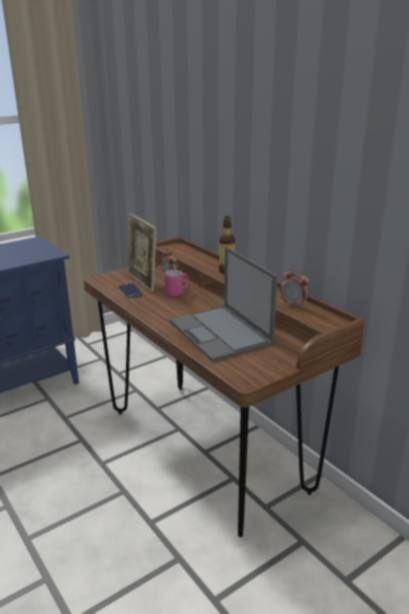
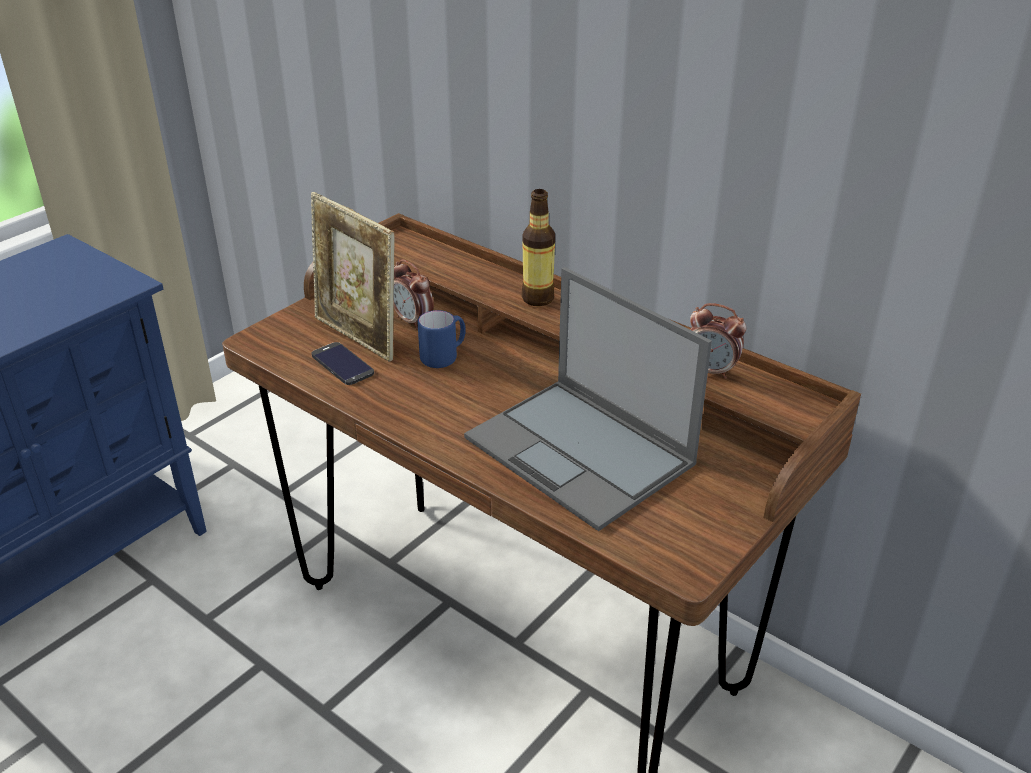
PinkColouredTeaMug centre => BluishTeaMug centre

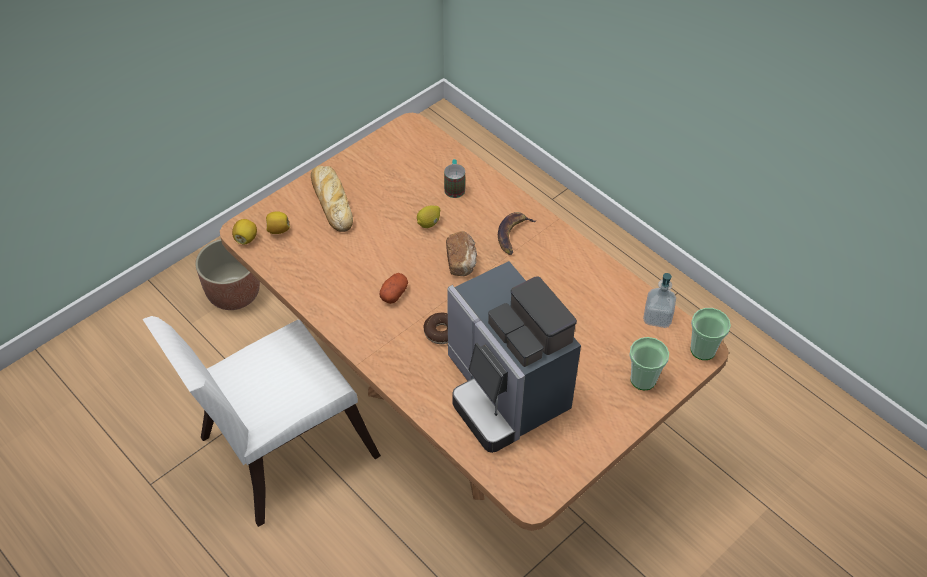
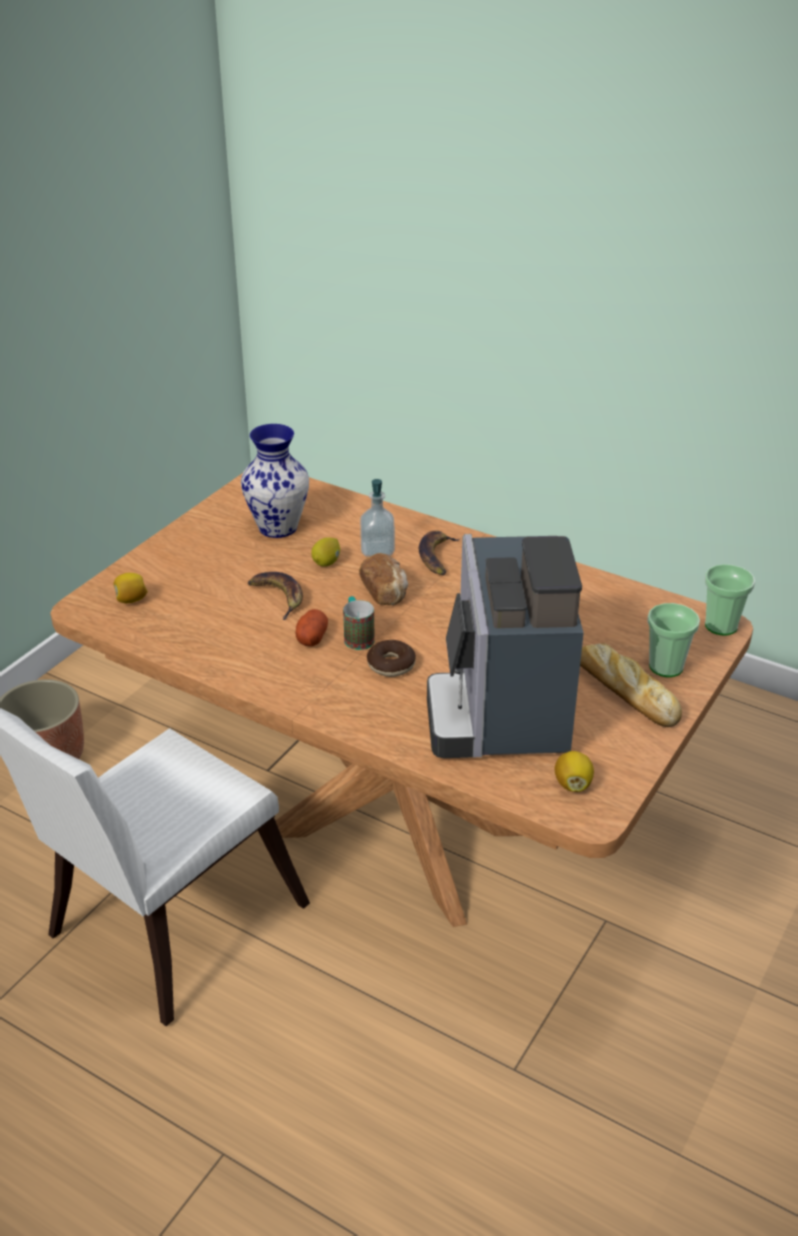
TeaMug top centre => TeaMug centre, relocated
BakeryBread (no. 1 from left in the first image) centre => BakeryBread (no. 2 from left) middle right, relocated
WholeLemon (no. 1 from left in the first image) middle left => WholeLemon (no. 3 from left) middle right, relocated
CoffeeMaker centre, 45 degrees clockwise
LiquidSoapBottle middle right => LiquidSoapBottle centre, relocated
nothing => FlowerVase centre
nothing => Banana (no. 1 from left) centre

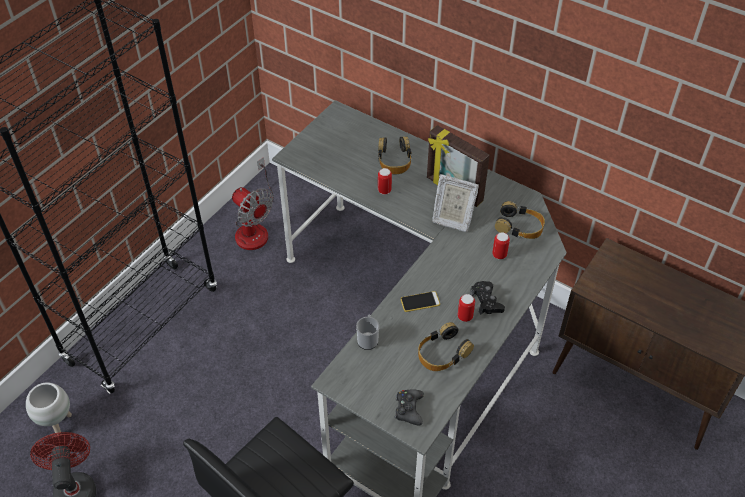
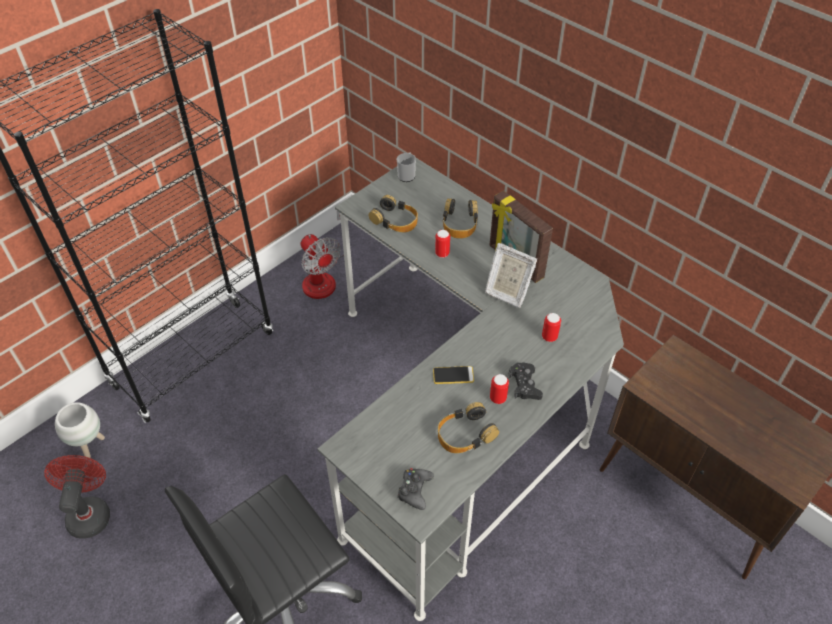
Headphones (no. 3 from left in the first image) middle right => Headphones (no. 1 from left) centre, relocated
TeaMug bottom centre => TeaMug top centre, relocated

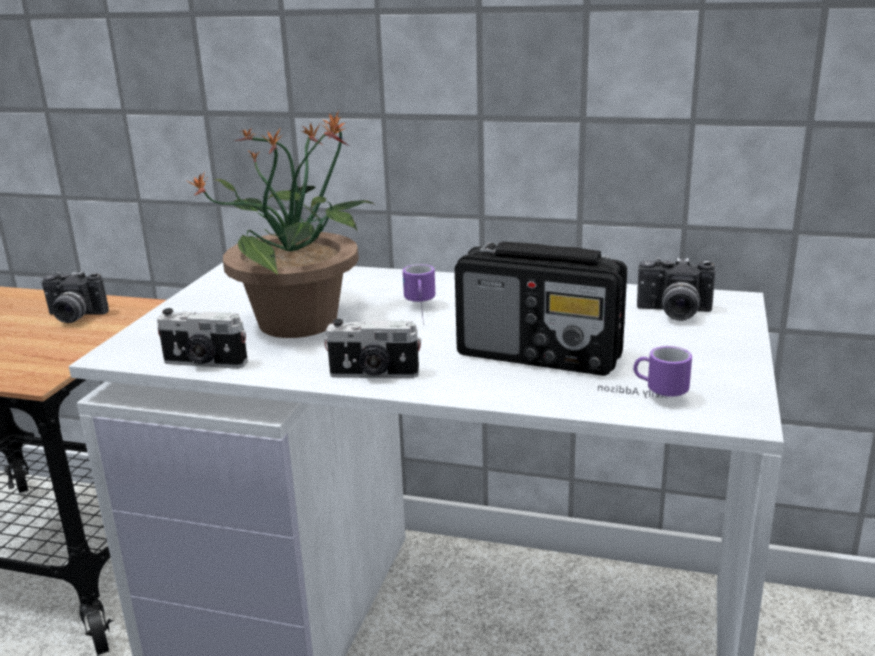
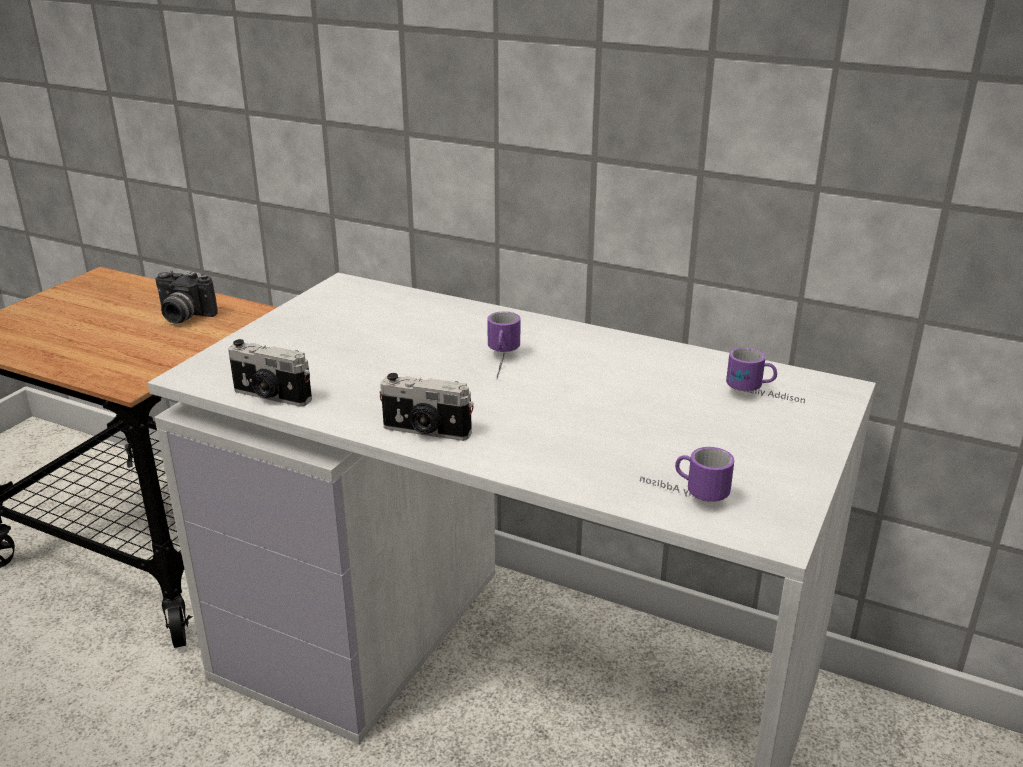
PottedPlant middle left => nothing
Radio centre => nothing
PhotoCamera (no. 4 from left) middle right => TeaMug (no. 3 from left) middle right

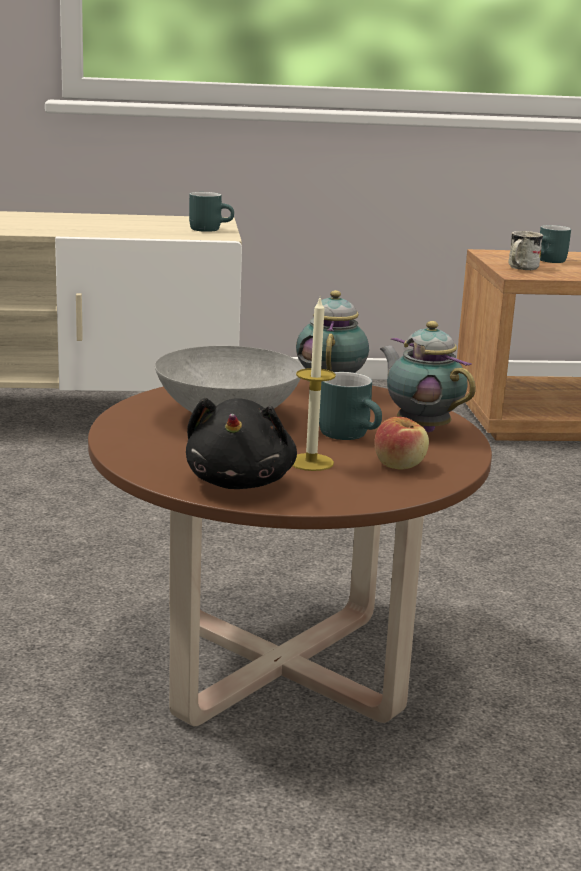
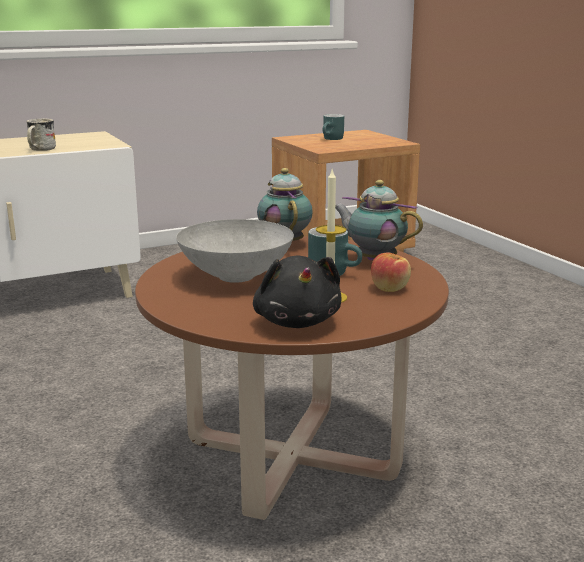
TurquoiseColouredTeaMug (no. 1 from left) top centre => nothing
WhitishTeaMug top right => WhitishTeaMug top left, relocated

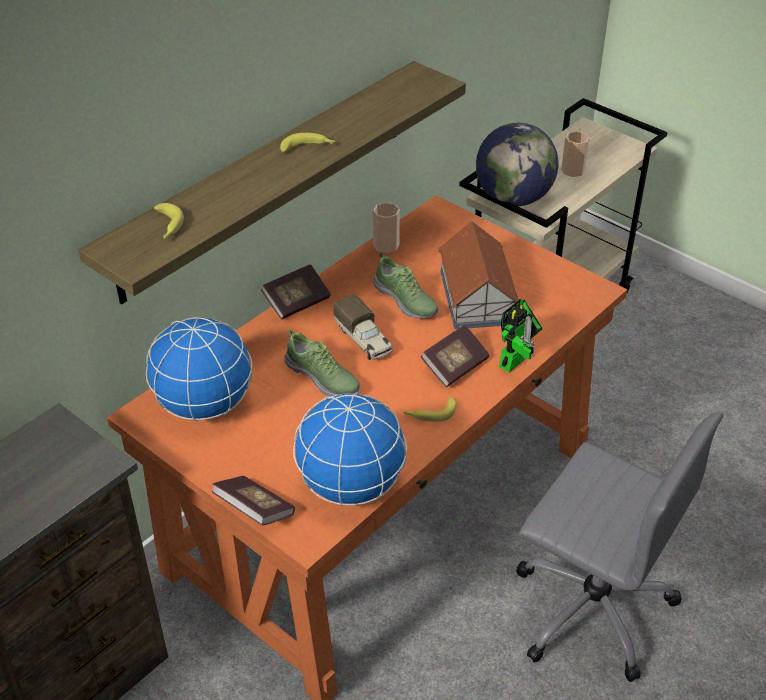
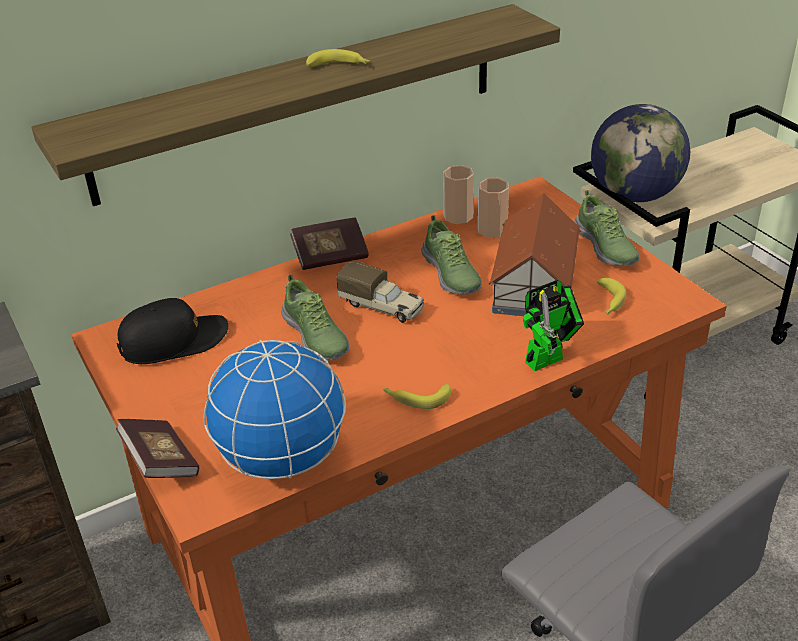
SmallCup (no. 2 from left) top right => SmallCup (no. 2 from left) top centre, relocated
Banana (no. 1 from left in the first image) top left => Banana (no. 3 from left) middle right, relocated
ToyLorry centre, 45 degrees counterclockwise
DeskGlobe (no. 1 from left) middle left => BlackColouredCap middle left
Book (no. 3 from left) centre => nothing
nothing => LowShoe (no. 3 from left) middle right

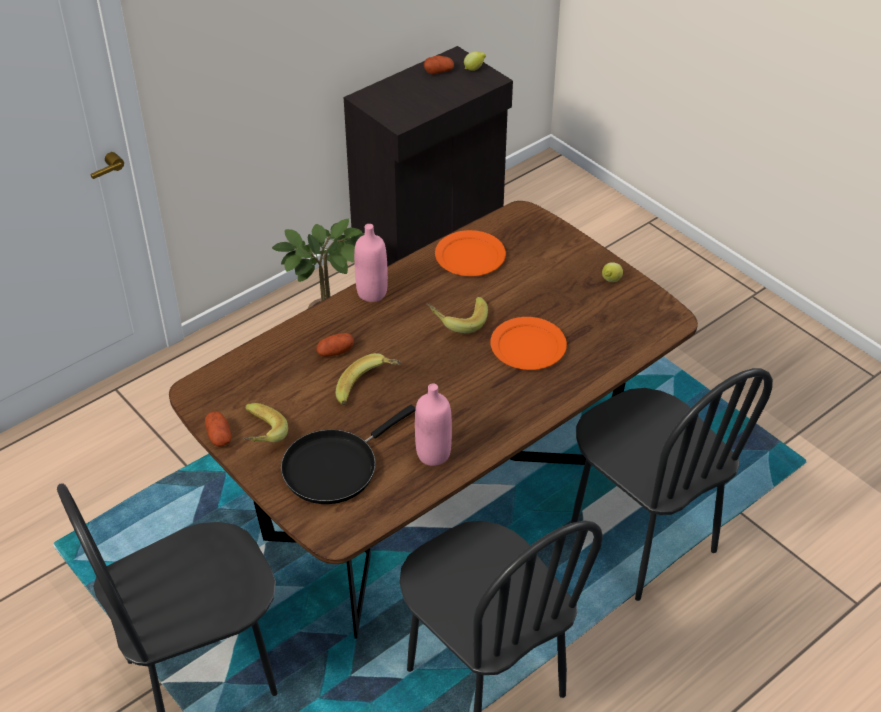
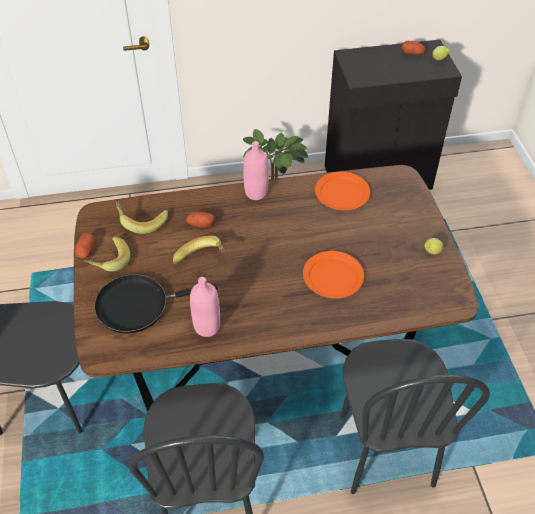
Banana (no. 3 from left in the first image) centre => Banana (no. 2 from left) middle left, relocated

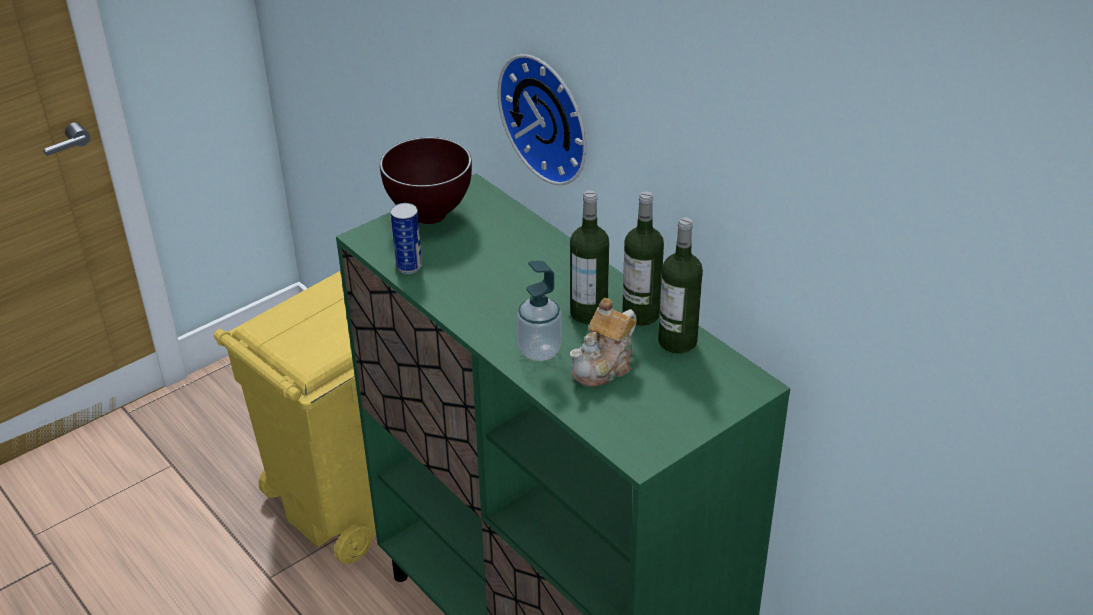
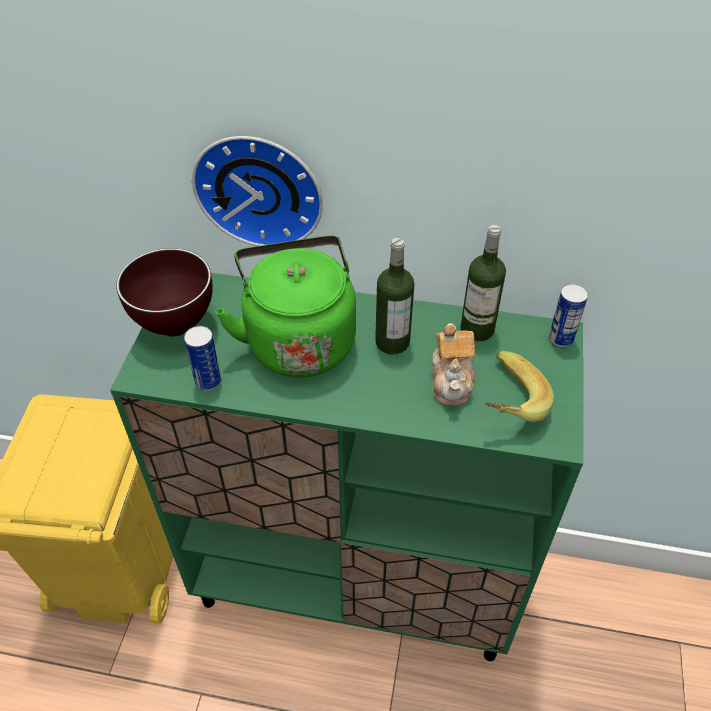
DrinkBottle (no. 2 from left) centre => nothing
LiquidSoapBottle centre => nothing
nothing => GreenishKettle centre
nothing => MetalCan (no. 2 from left) middle right
nothing => Banana middle right

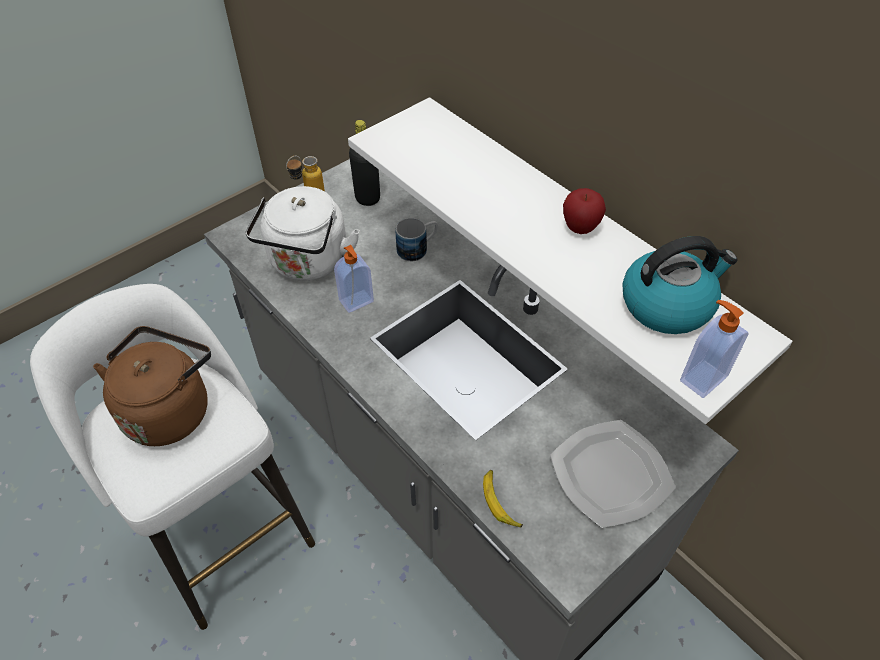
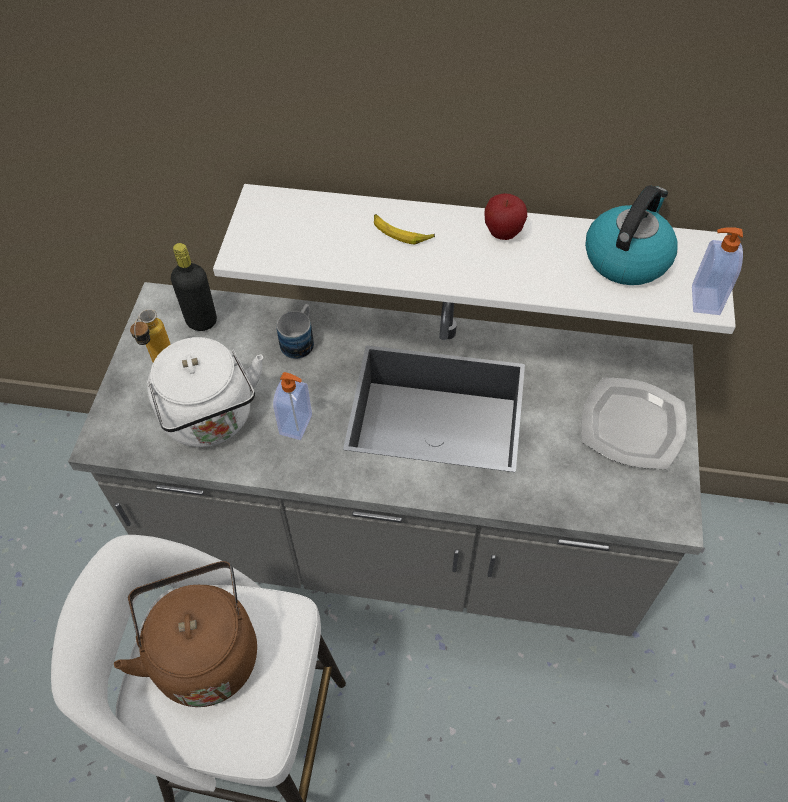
Banana bottom centre => Banana top centre, relocated

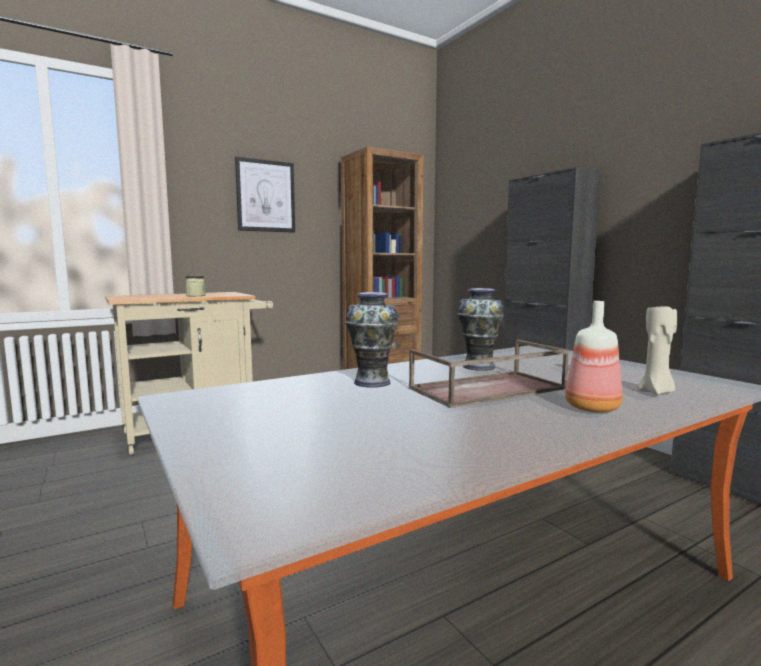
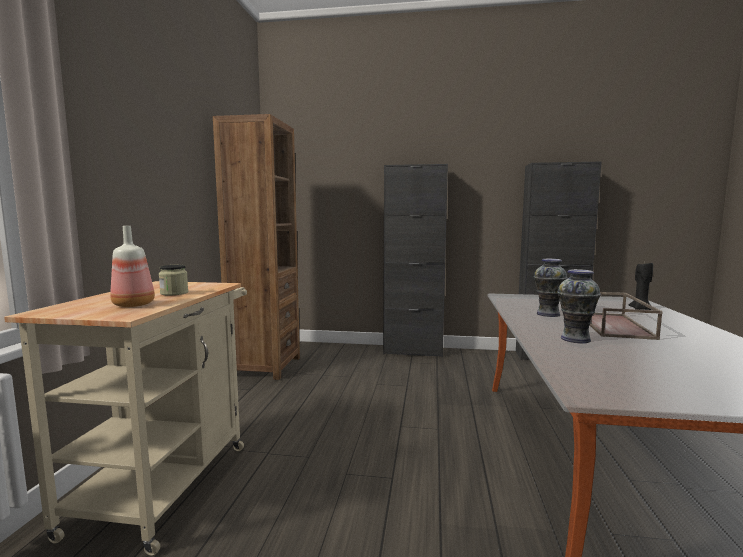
WallArt top centre => nothing
DrinkBottle middle right => DrinkBottle middle left, relocated
BeigeCandle middle right => BlackColouredCandle middle right

